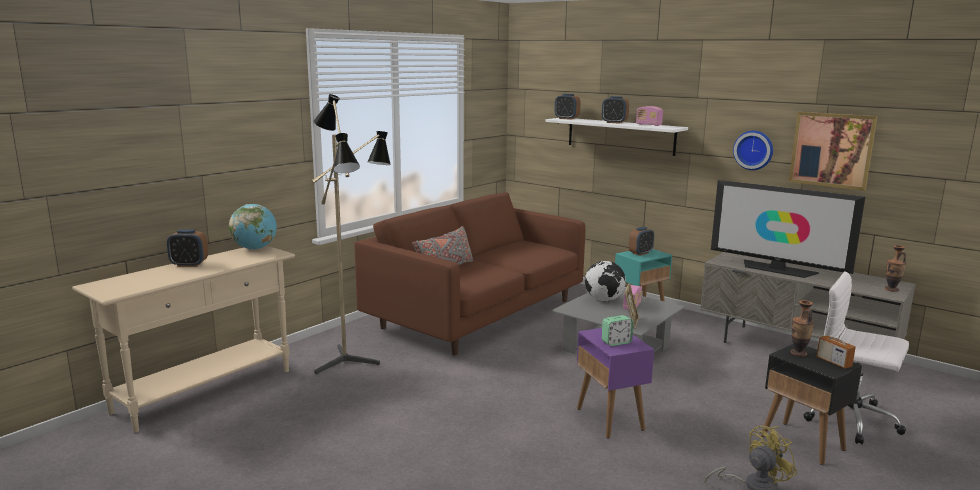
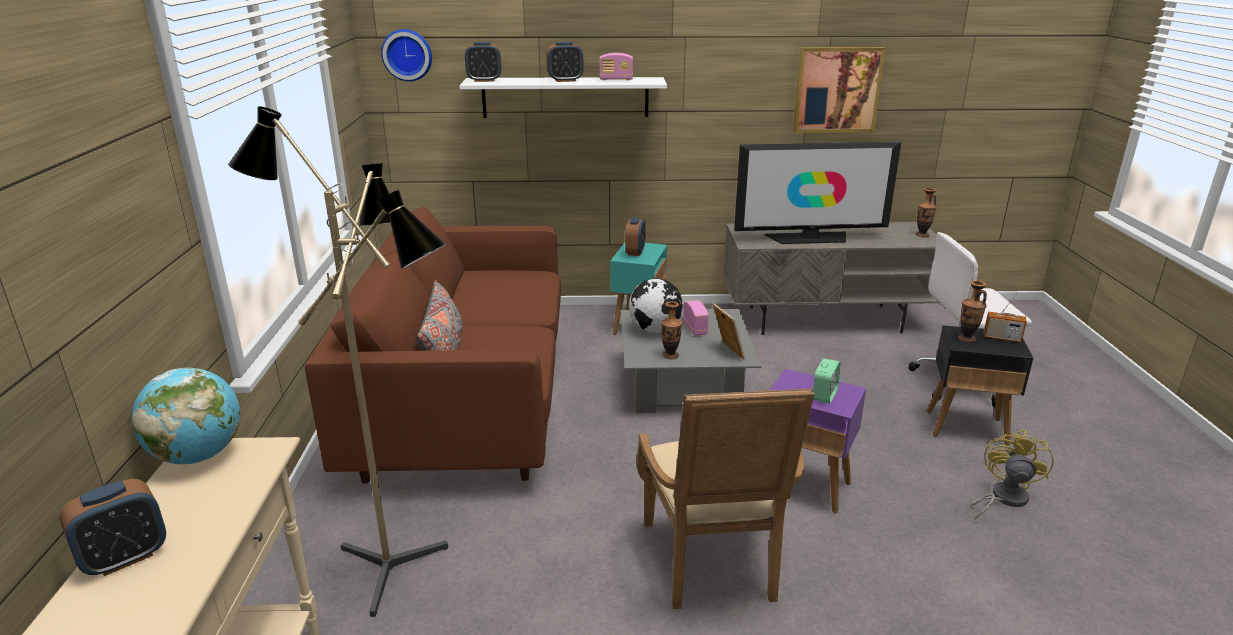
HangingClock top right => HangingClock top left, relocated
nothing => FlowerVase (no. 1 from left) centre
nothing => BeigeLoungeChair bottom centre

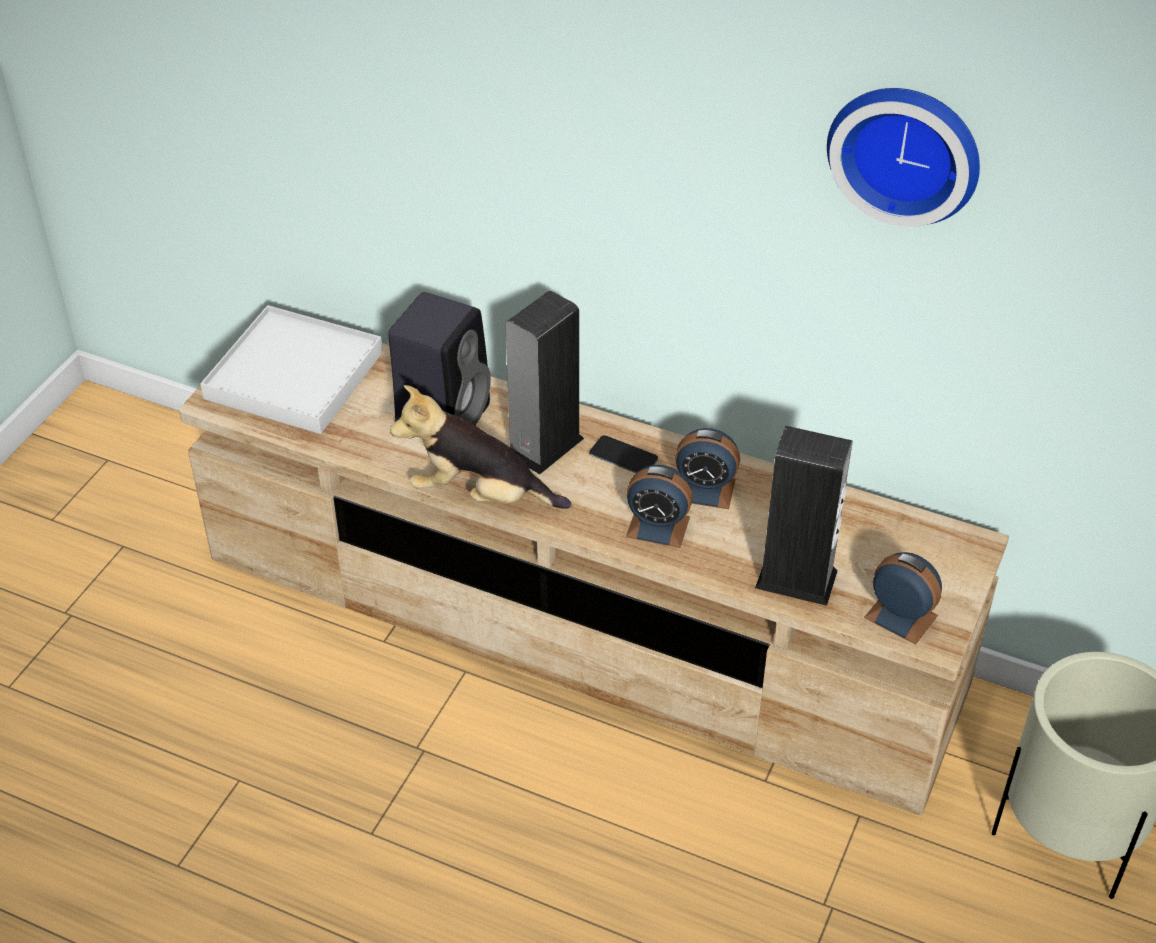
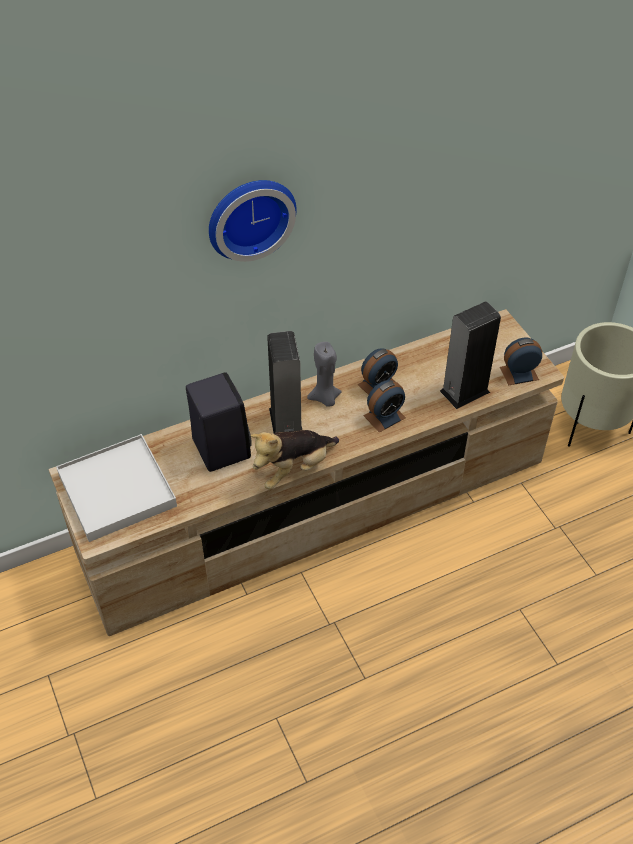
HangingClock top right => HangingClock top centre, relocated
Handset centre => GreyCandle centre

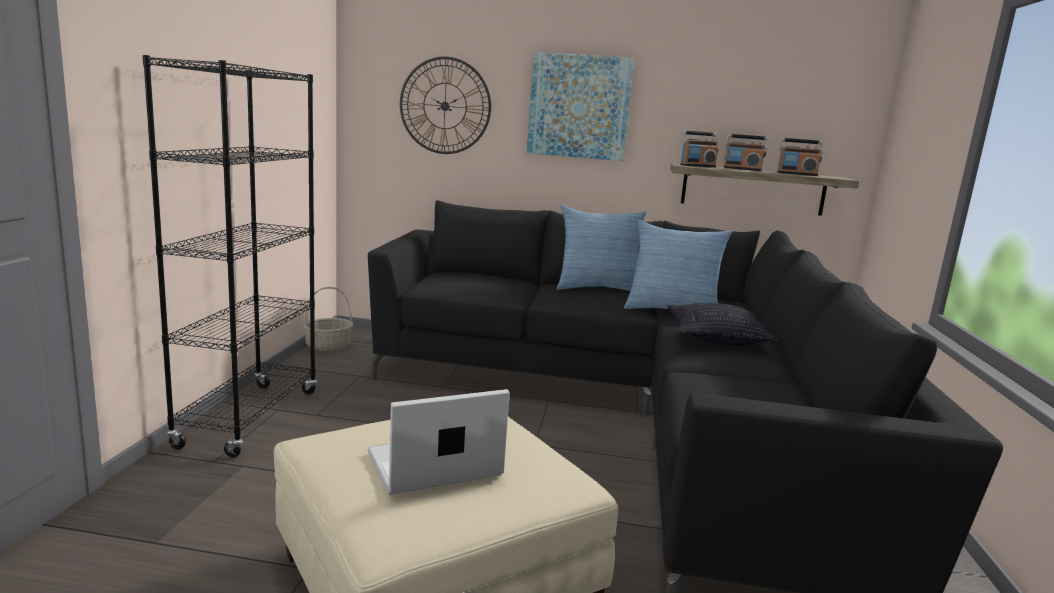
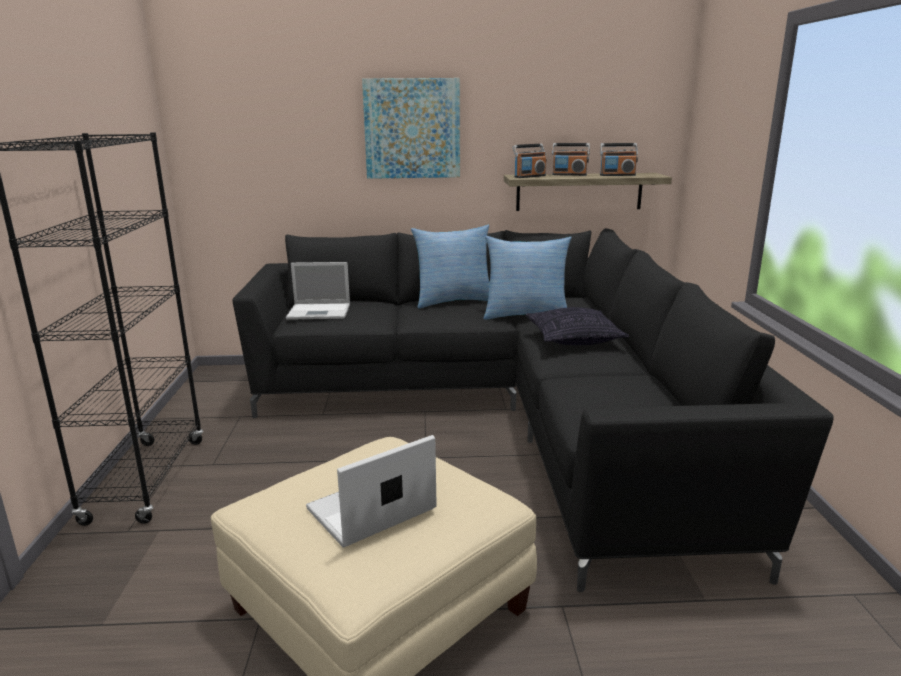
HangingClock top centre => nothing
StorageBasket middle left => nothing
nothing => NotebookComputer (no. 1 from left) centre

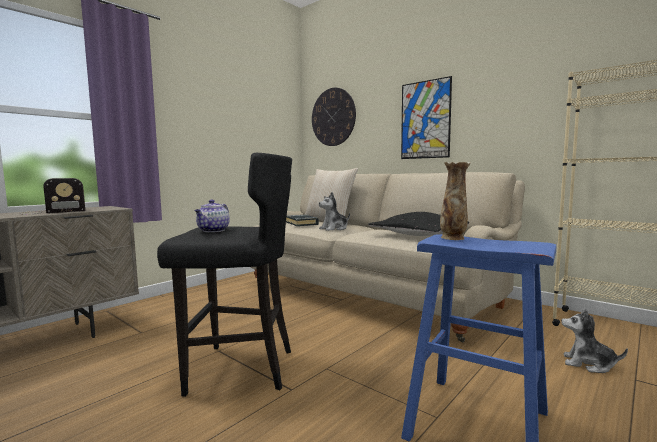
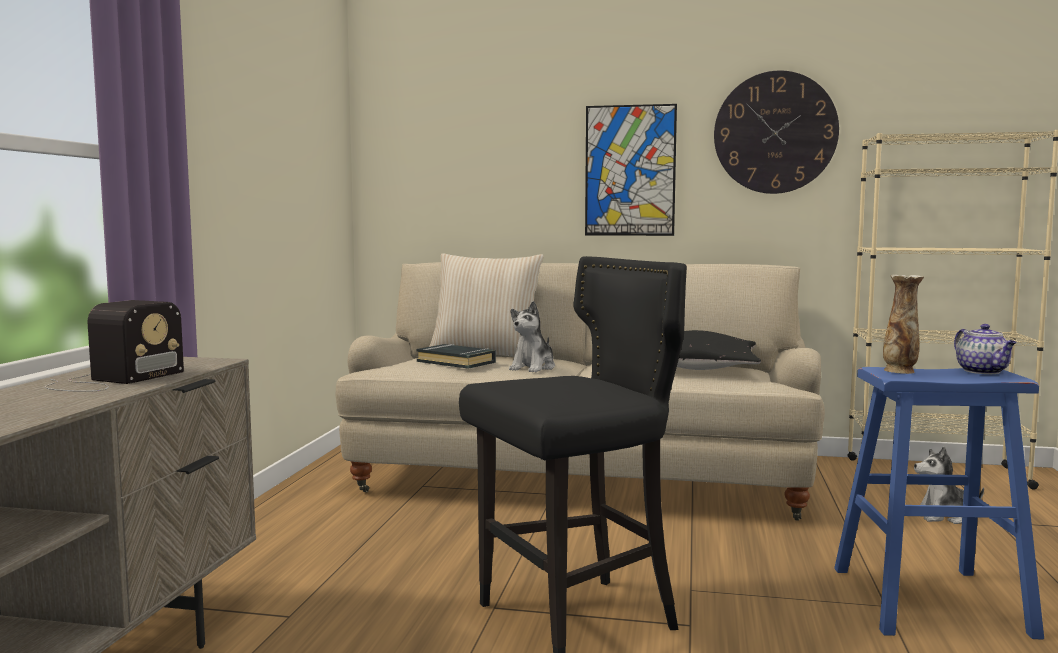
HangingClock top centre => HangingClock top right, relocated
PotForTea middle left => PotForTea middle right, relocated

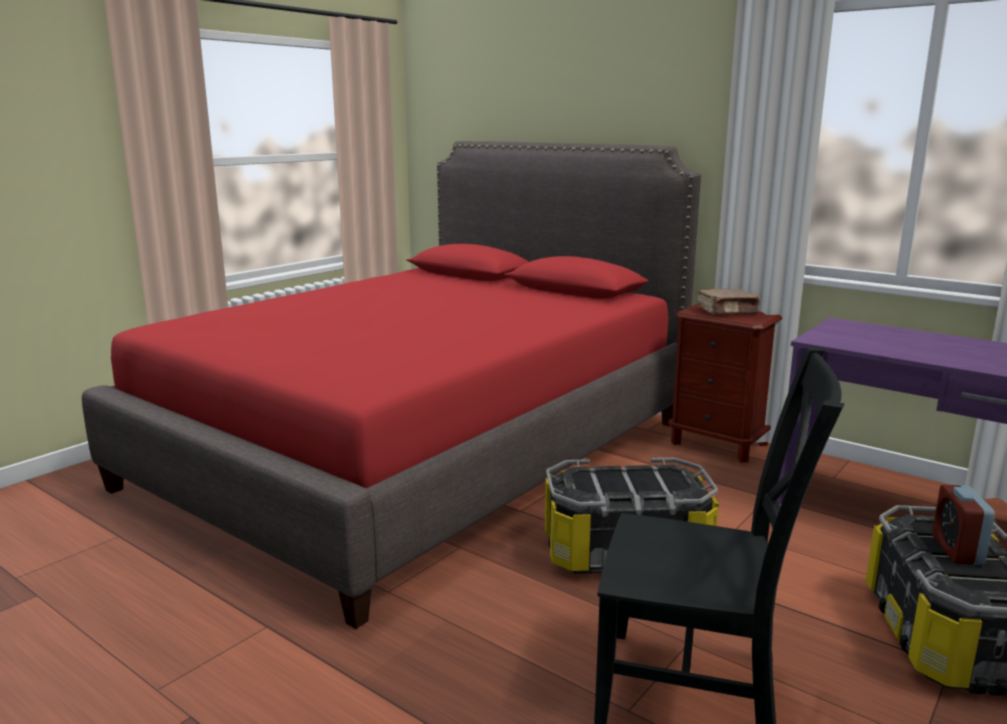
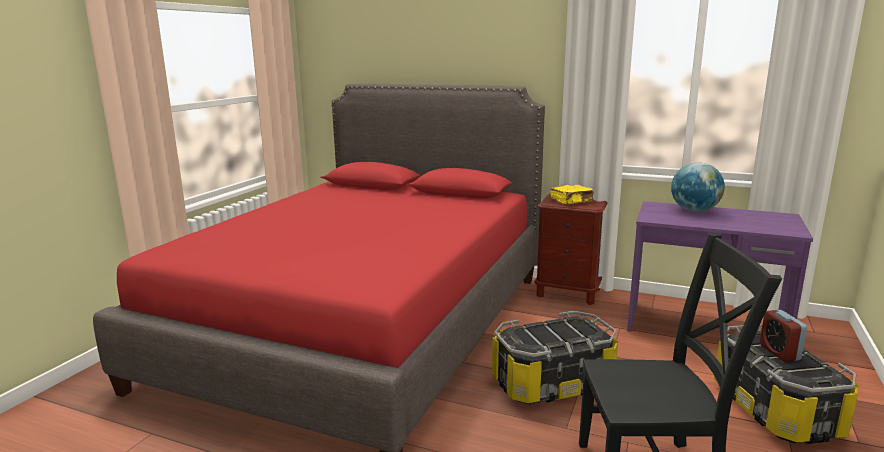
BrownishBook middle right => YellowColouredBook centre
nothing => DeskGlobe middle right

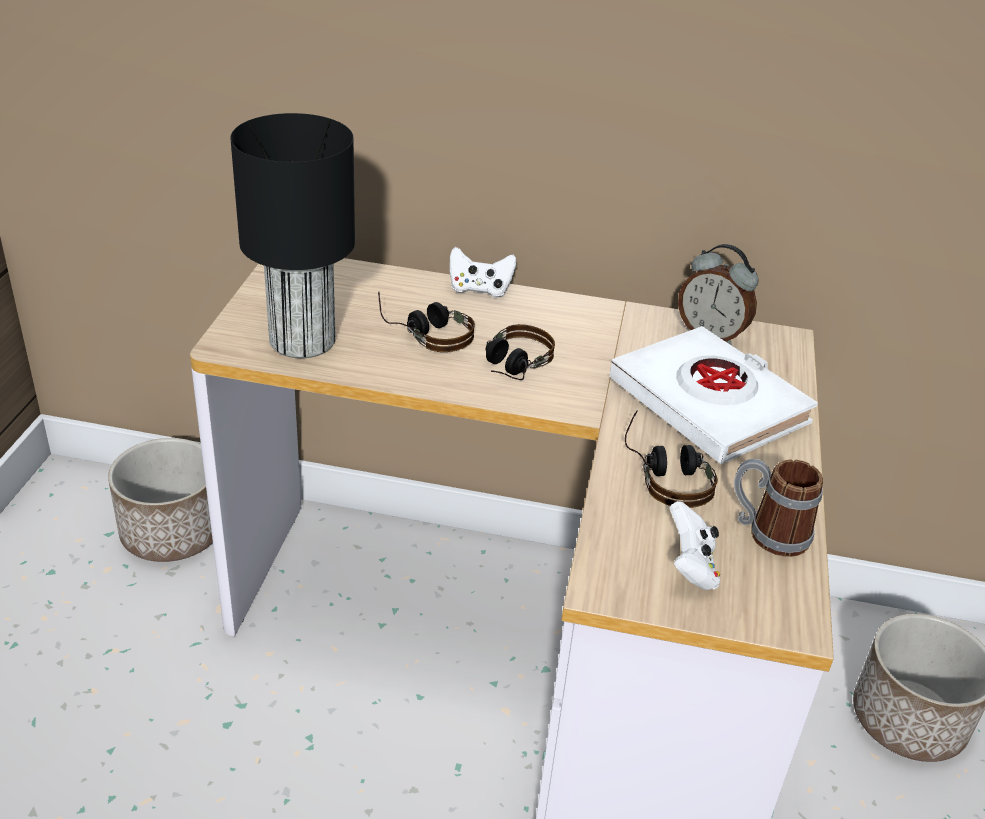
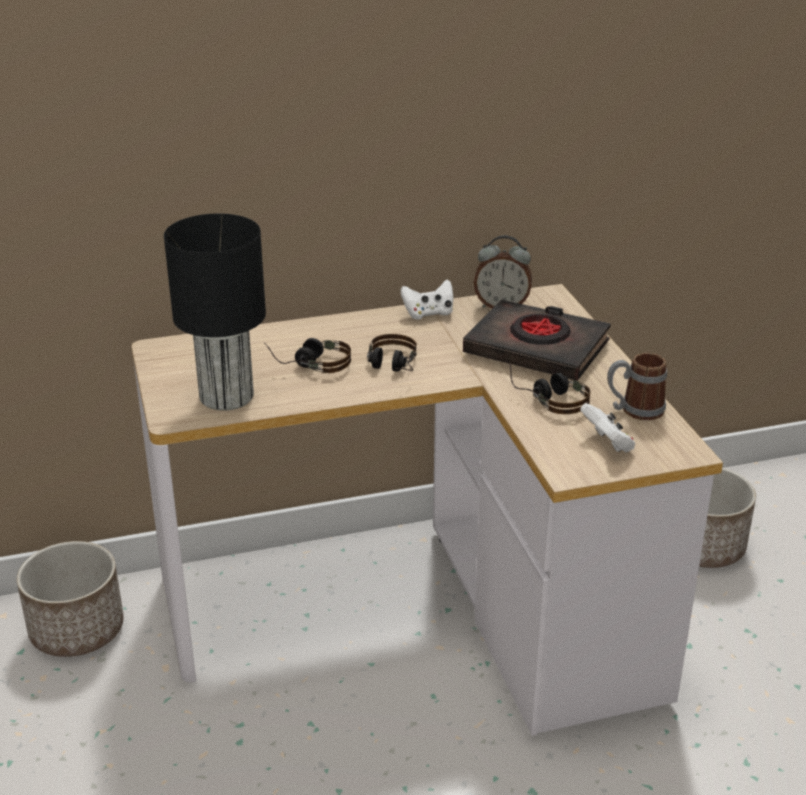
WhitishGameController (no. 1 from left) top centre => WhitishGameController (no. 1 from left) centre, relocated
WhitishBook middle right => BlackColouredBook centre

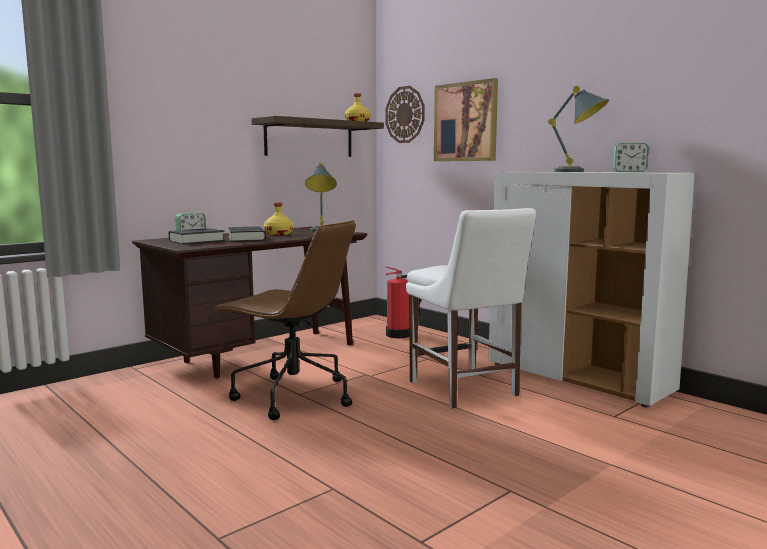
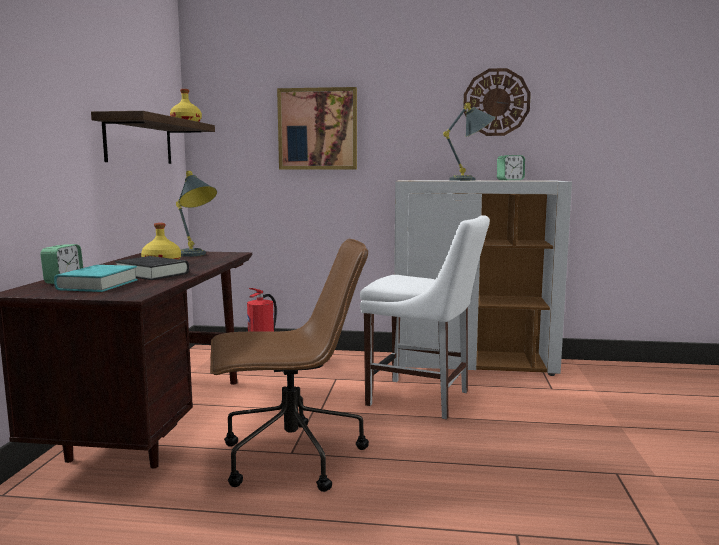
HangingClock top centre => HangingClock top right, relocated
BlackColouredBook (no. 1 from left) middle left => TurquoiseColouredBook middle left

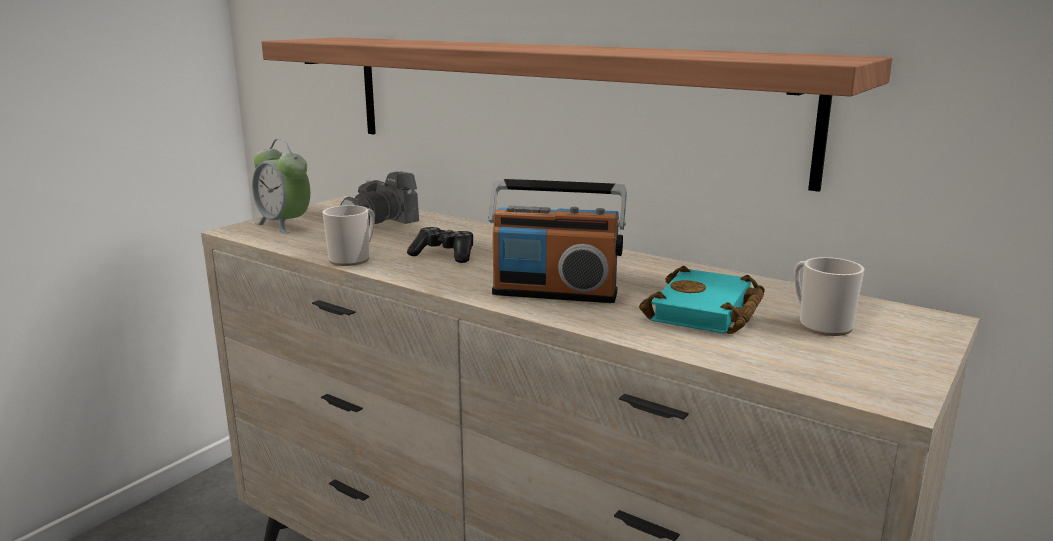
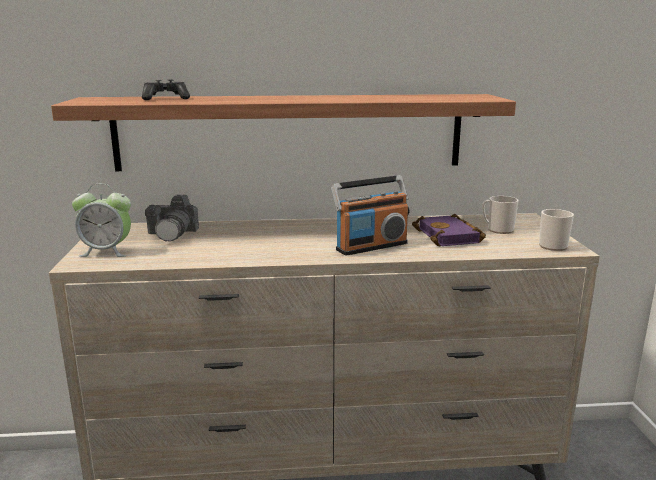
TeaMug (no. 1 from left in the first image) middle left => TeaMug (no. 2 from left) middle right, relocated
GameController centre => GameController top left, relocated
TurquoiseColouredBook middle right => PurplishBook middle right

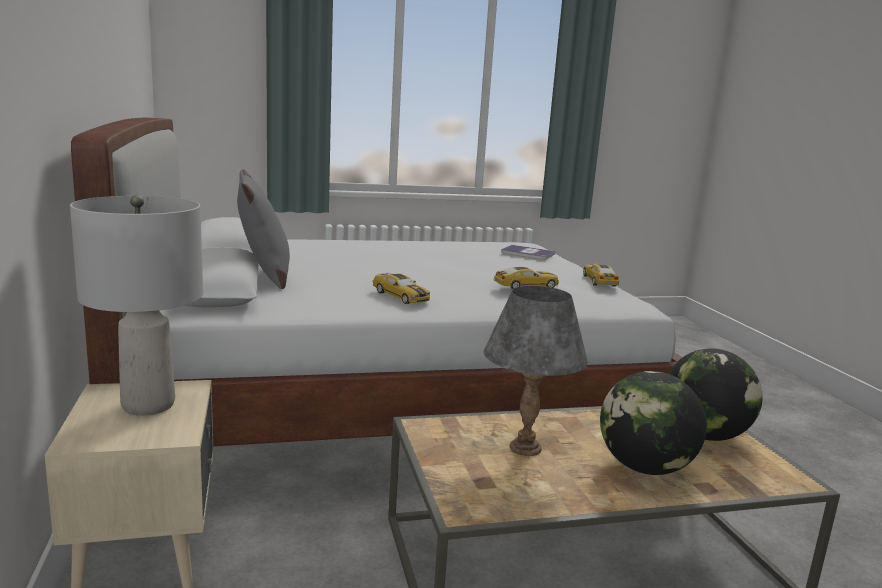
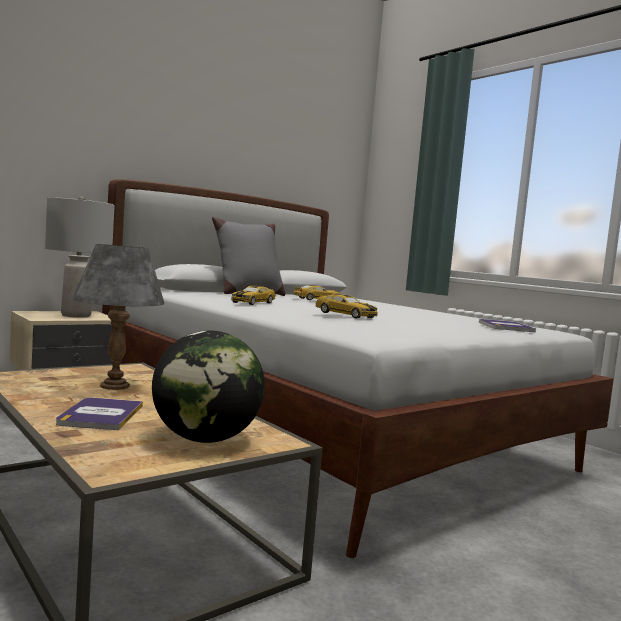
MiniatureCar (no. 3 from left in the first image) middle right => MiniatureCar (no. 2 from left) centre, relocated
DeskGlobe (no. 1 from left) bottom right => Book (no. 1 from left) bottom left

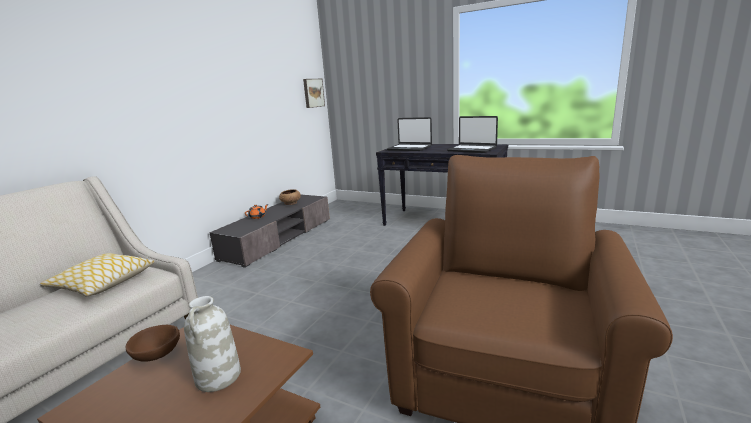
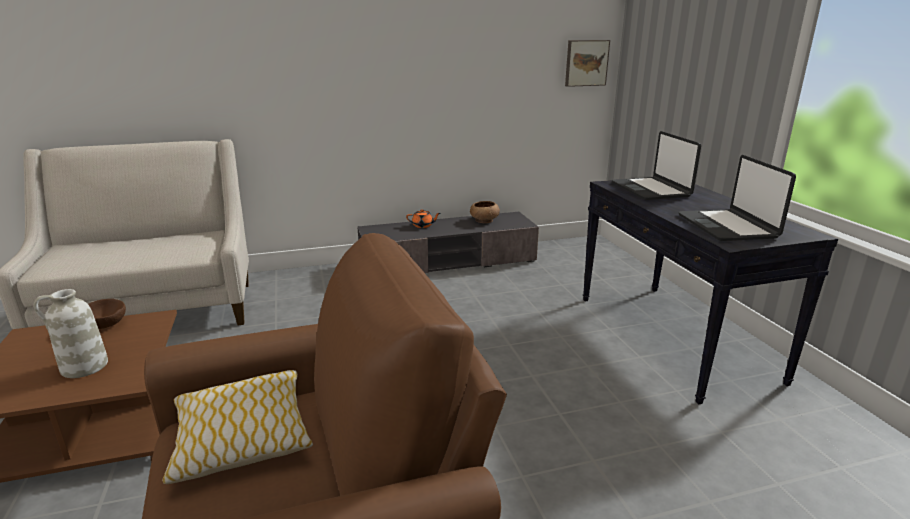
Cushion middle left => Cushion bottom left, relocated

